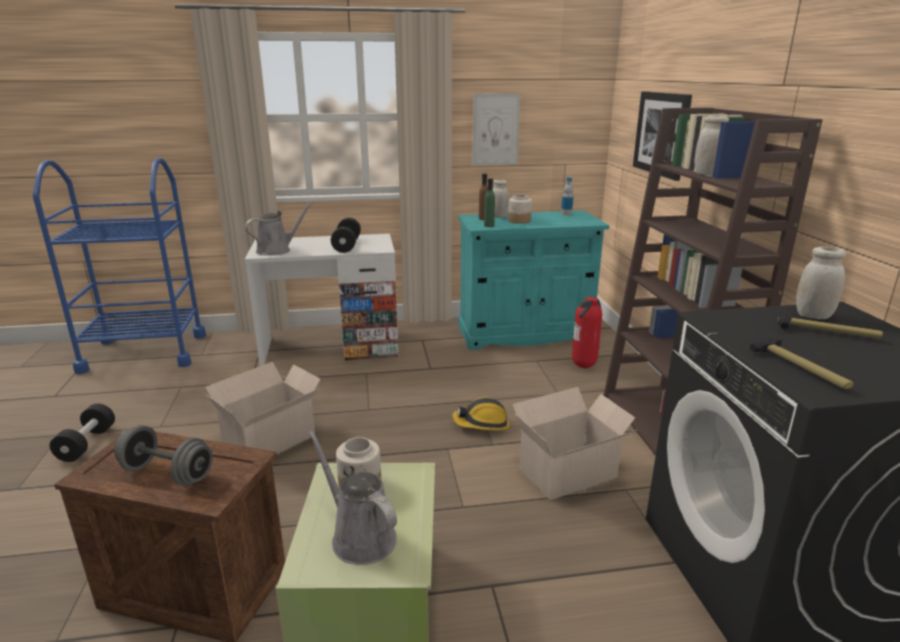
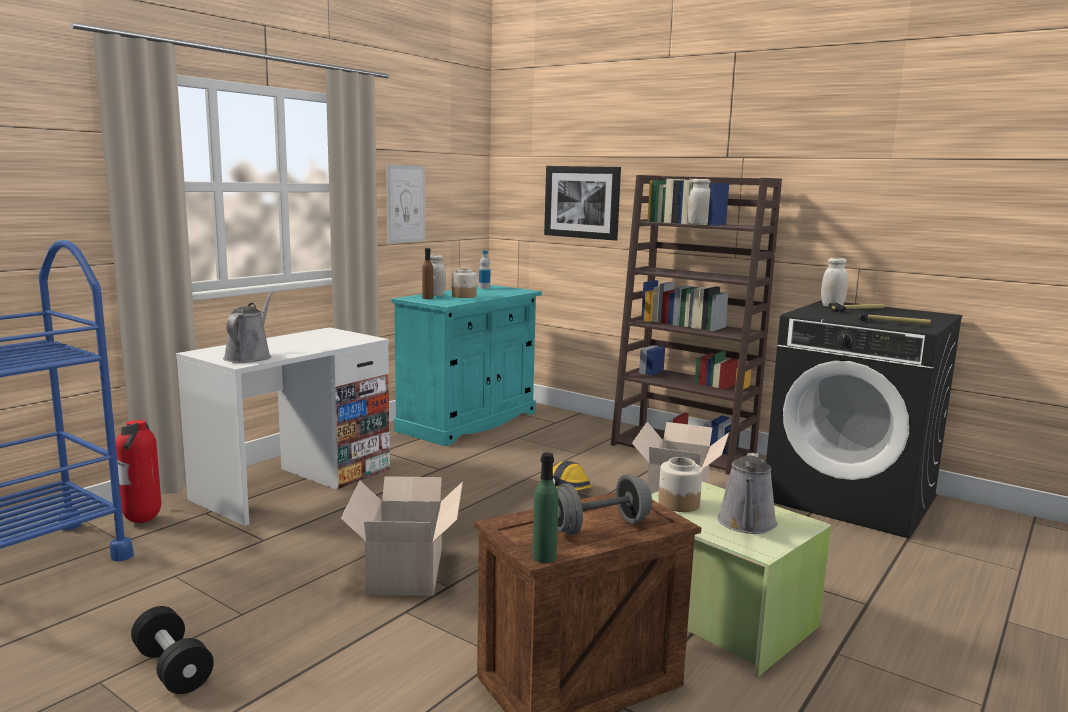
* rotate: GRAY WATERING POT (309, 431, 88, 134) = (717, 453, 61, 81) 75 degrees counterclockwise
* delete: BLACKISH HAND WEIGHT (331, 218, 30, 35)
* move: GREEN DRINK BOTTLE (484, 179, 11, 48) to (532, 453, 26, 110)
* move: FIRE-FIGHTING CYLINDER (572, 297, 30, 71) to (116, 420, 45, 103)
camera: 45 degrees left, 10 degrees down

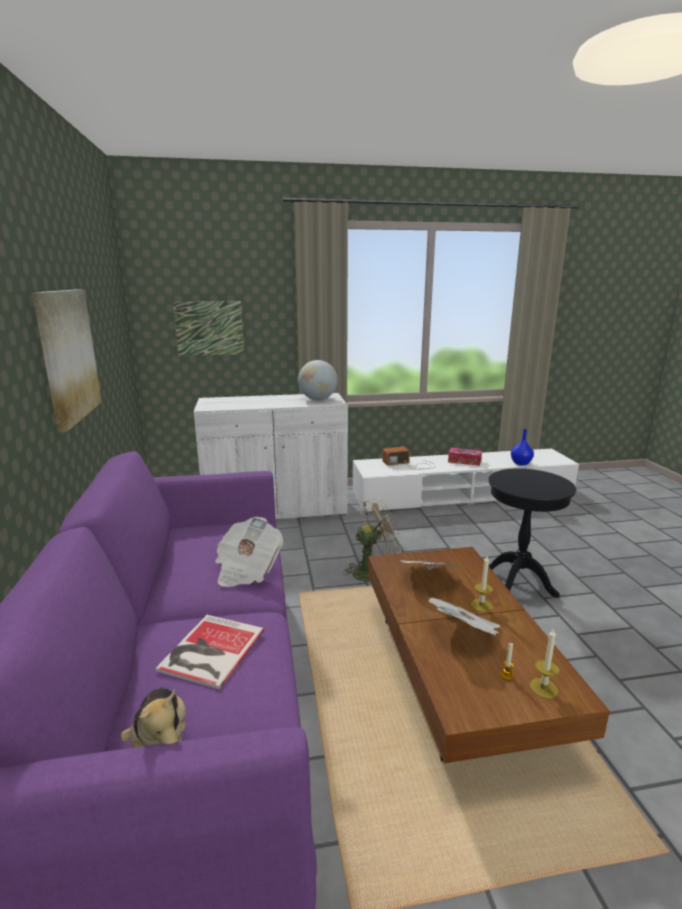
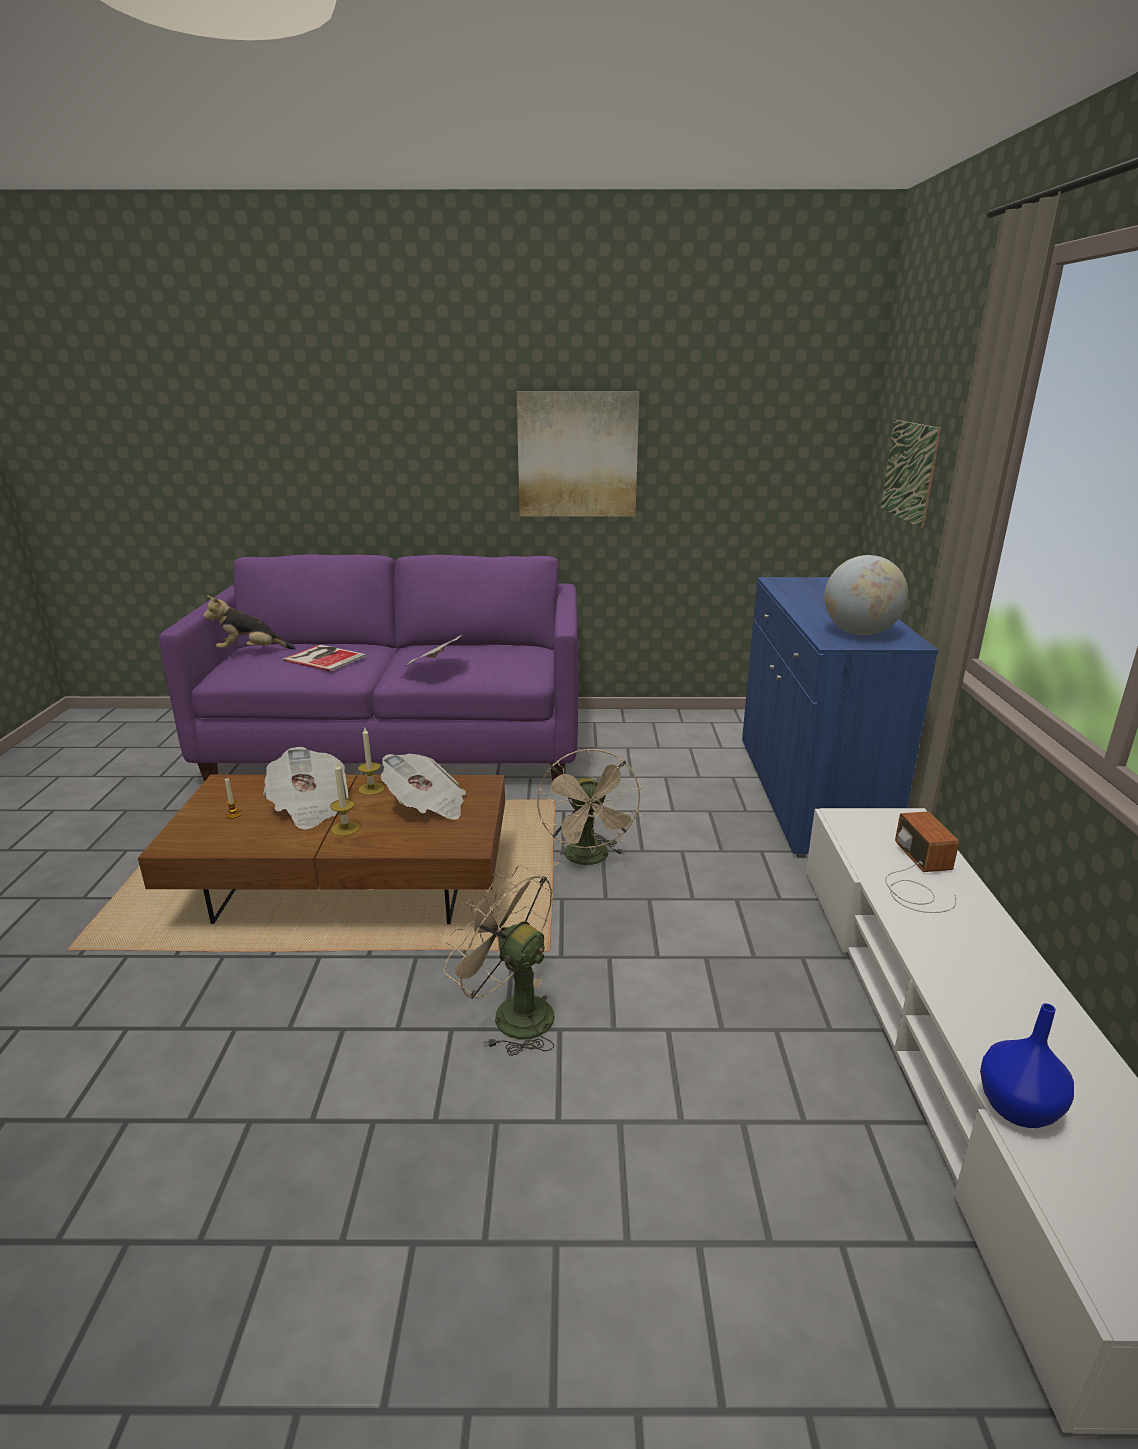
* recolor: WHITISH CABINET (194, 393, 154, 126) to BLUE CABINET (742, 577, 196, 281)
* delete: TISSUE BOX (448, 448, 34, 18)
* replace: BLACKISH SIDE TABLE (488, 468, 88, 130) to BEIGE-COLOURED ELECTRIC FAN (444, 865, 110, 191)
* move: CANDLE (530, 628, 30, 71) to (358, 728, 27, 67)
camera: 100 degrees right, 5 degrees up

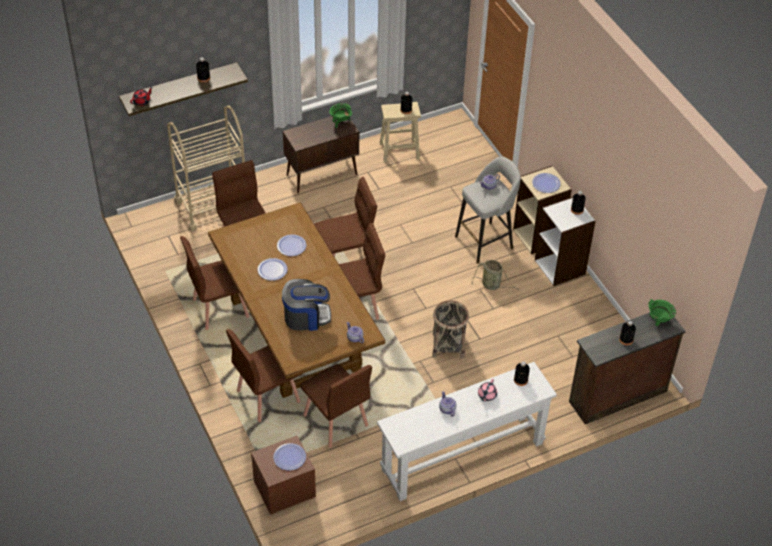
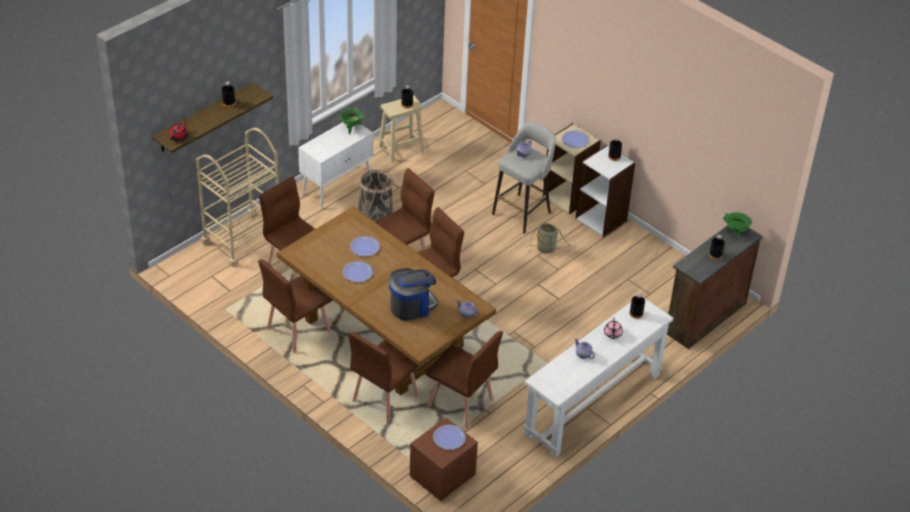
* recolor: BROWN CABINET (283, 116, 76, 78) to WHITISH CABINET (298, 122, 76, 87)
* move: HOUSEHOLD BASKET (432, 300, 37, 59) to (358, 170, 36, 51)
camera: 20 degrees left, 5 degrees down

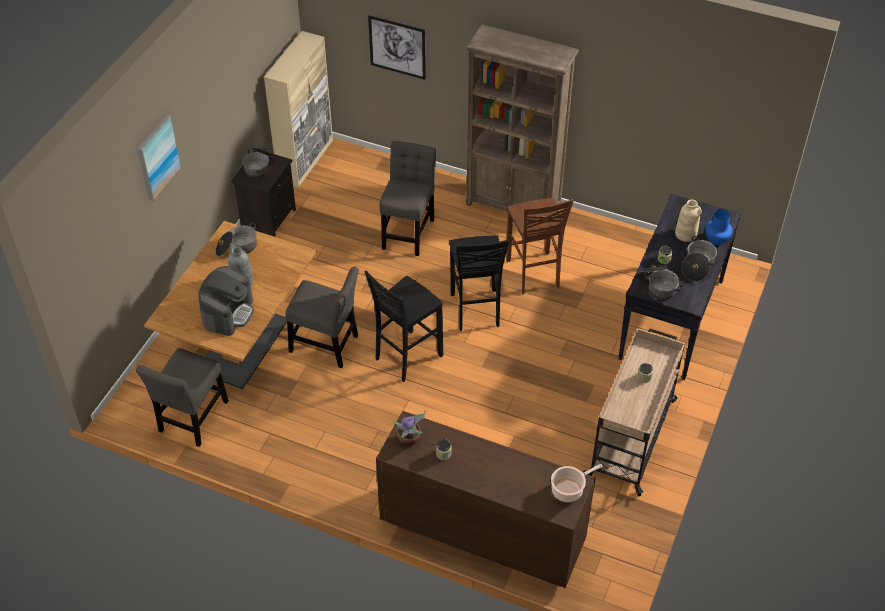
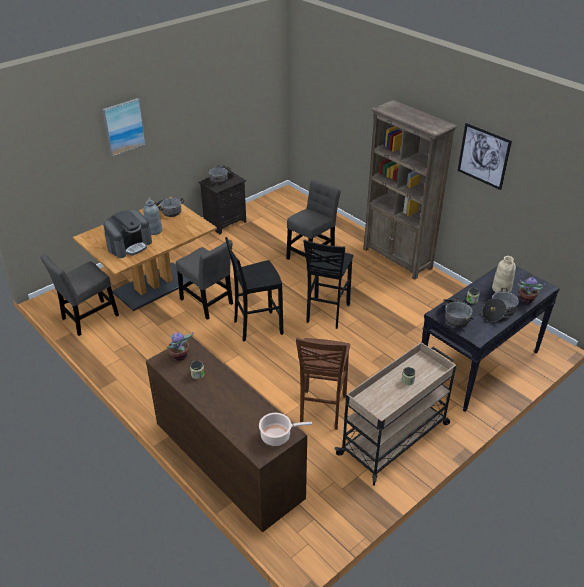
* delete: BEIGE-COLOURED CABINET (264, 31, 69, 156)
* move: WALL PICTURE (368, 15, 58, 65) to (458, 123, 54, 67)
* move: BROWN STOOL (506, 198, 68, 96) to (296, 338, 54, 92)
* replace: BLUE DECORATIVE VASE (705, 209, 28, 36) to POTTED PLANT (518, 276, 27, 27)
camera: 25 degrees right, 10 degrees down

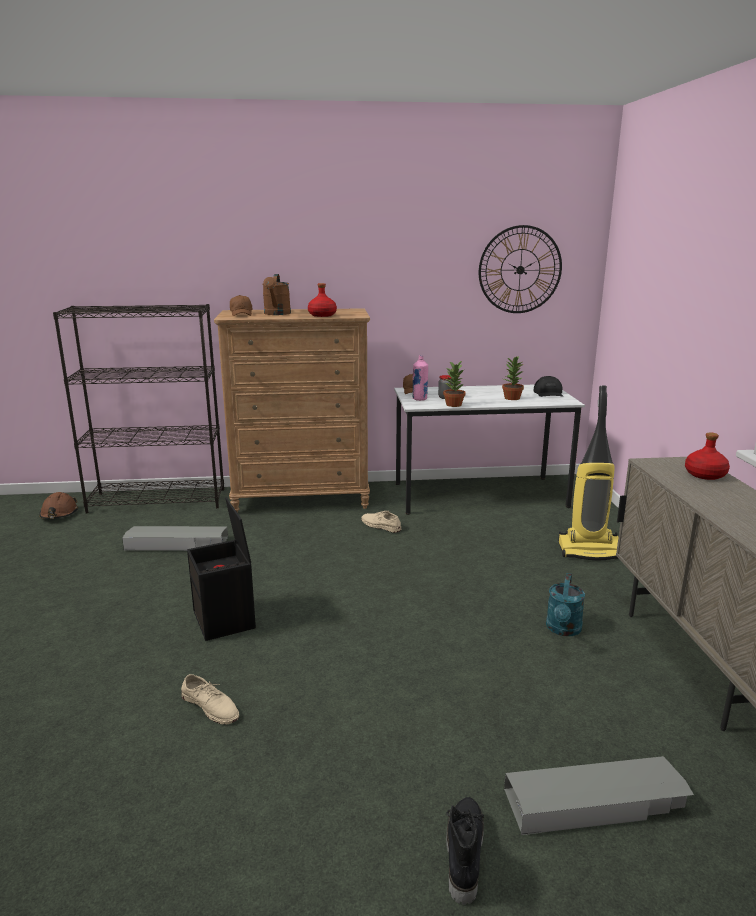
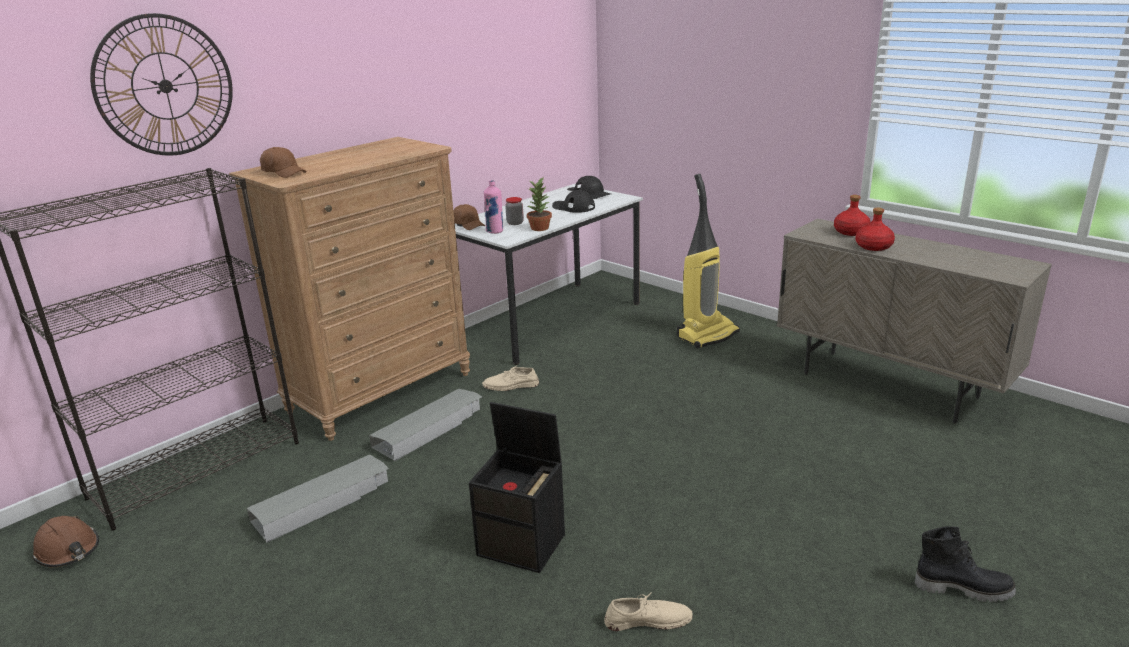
* delete: BROWN WATERING POT (262, 274, 29, 41)
* move: RED DRINK BOTTLE (308, 283, 29, 34) to (855, 208, 40, 43)
* rotate: BLACKISH BOOT (446, 797, 38, 108) = (915, 526, 101, 76) 135 degrees clockwise
* move: CLOCK ON THE WALL (479, 225, 83, 88) to (90, 13, 143, 143)
* replace: POTTED PLANT (502, 355, 22, 45) to BLACKISH BASEBALL CAP (552, 190, 43, 23)
* move: GRAY STORAGE BOX (504, 756, 190, 79) to (369, 389, 113, 72)
* delete: TURQUOISE WATERING POT (546, 573, 39, 63)
camera: 40 degrees left, 5 degrees up

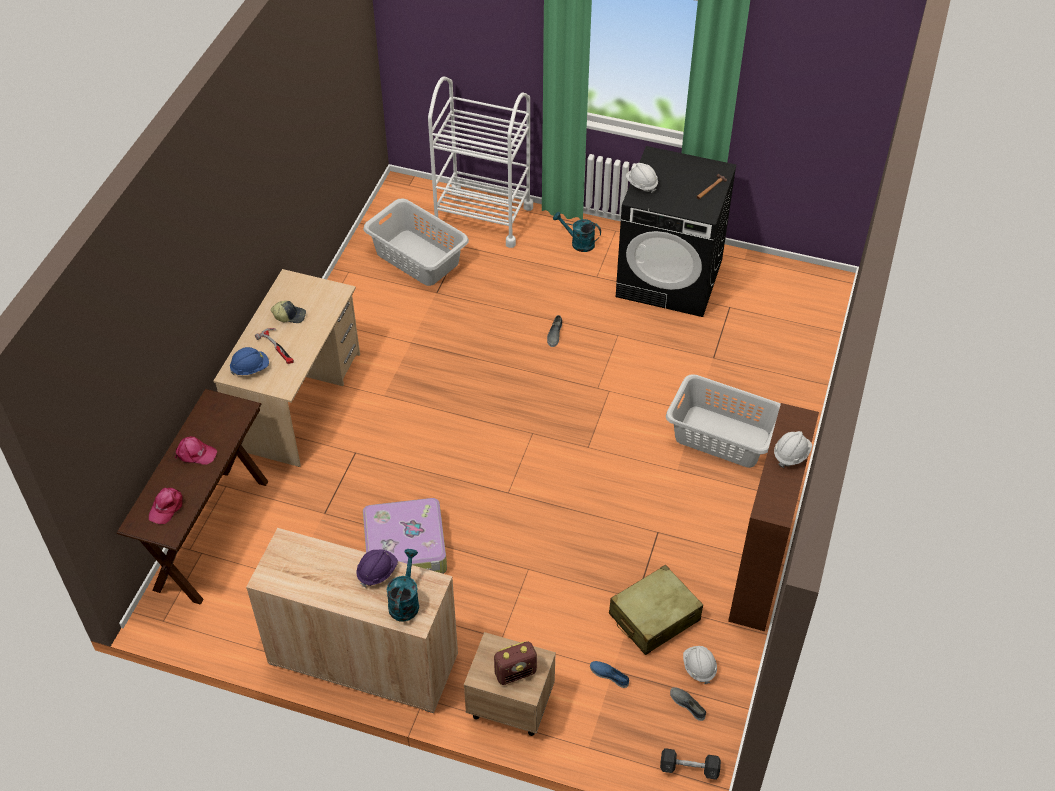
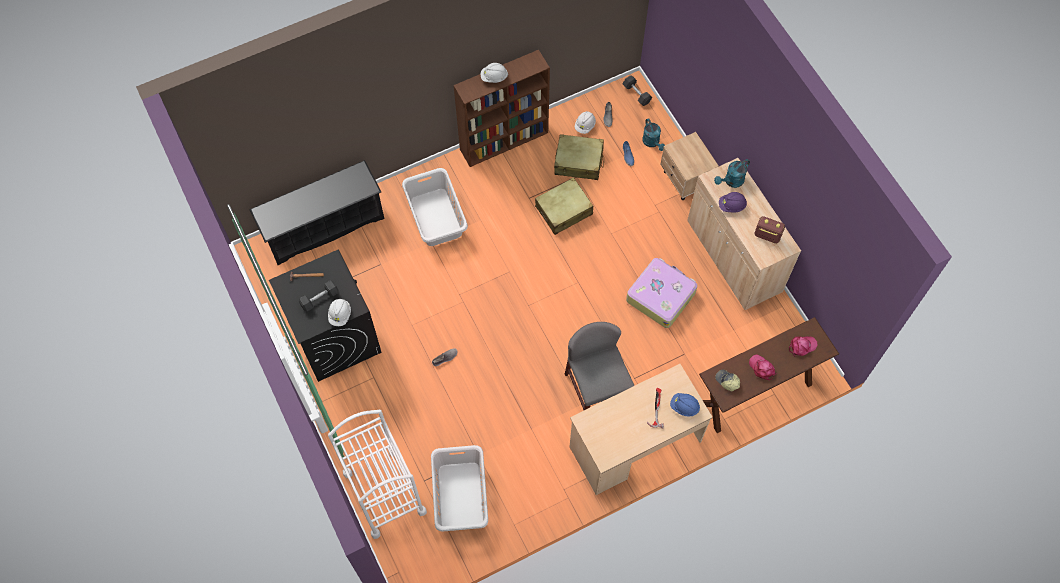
* move: BASEBALL CAP (271, 301, 35, 22) to (715, 369, 25, 22)
* move: RADIO RECEIVER (494, 641, 43, 44) to (755, 216, 30, 28)
* move: TURQUOISE WATERING POT (553, 212, 48, 40) to (643, 118, 22, 33)
* insert: BLACKISH SHOE STAND (249, 160, 135, 105)
* insert: GRAY HAND WEIGHT (299, 280, 40, 31)
* insert: BEIGE-COLOURED TRAVEL CASE (535, 177, 58, 58)
* insert: GRAY CHAIR (565, 322, 69, 88)
camera: 135 degrees left, 15 degrees up

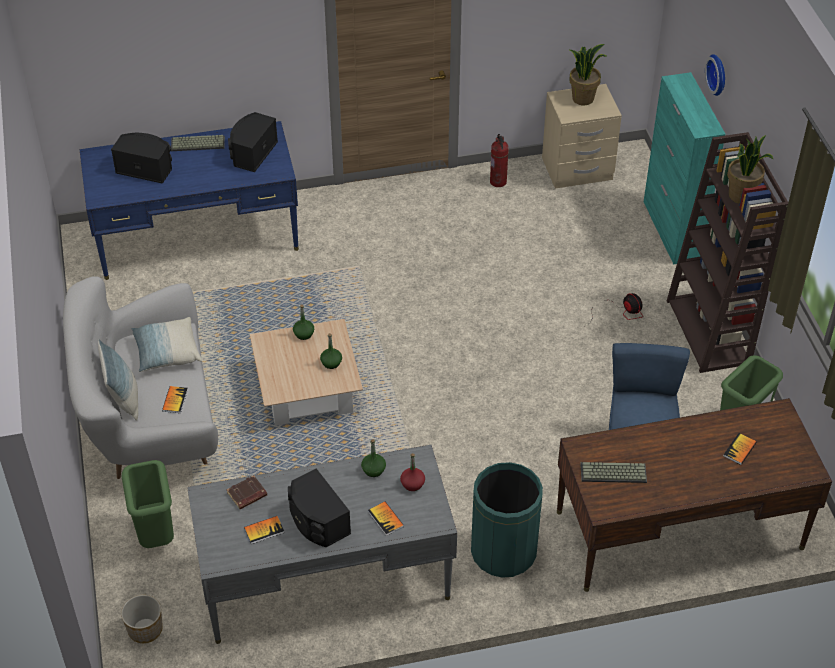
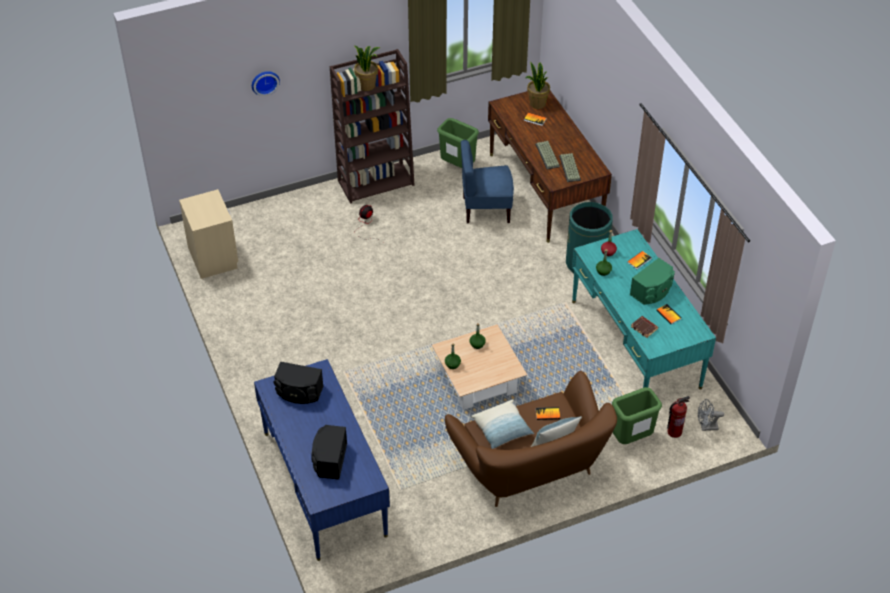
* recolor: WHITISH SETTEE (63, 276, 155, 203) to BROWN SETTEE (445, 371, 172, 136)
* replace: PLANT POT (121, 595, 42, 48) to GRAY ELECTRIC FAN (698, 399, 26, 32)
* move: COMPUTER KEYBOARD (171, 135, 54, 16) to (535, 141, 25, 28)
* recolor: GRAY DESK UNIT (187, 445, 270, 199) to TURQUOISE DESK UNIT (572, 229, 144, 160)
* recolor: BLACKISH AUDIO SPEAKER (288, 468, 63, 79) to GREEN AUDIO SPEAKER (630, 258, 45, 47)
* move: FIRE-FIGHTING CYLINDER (490, 134, 19, 53) to (667, 396, 23, 42)
* move: POTTED PLANT (569, 44, 39, 61) to (526, 62, 24, 47)
* delete: TURQUOISE CABINET (644, 72, 81, 192)
camera: 100 degrees left, 0 degrees up

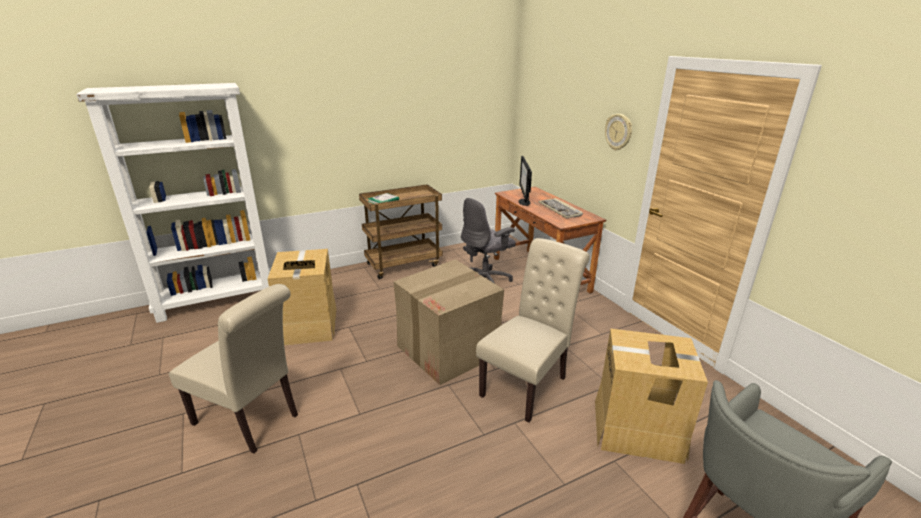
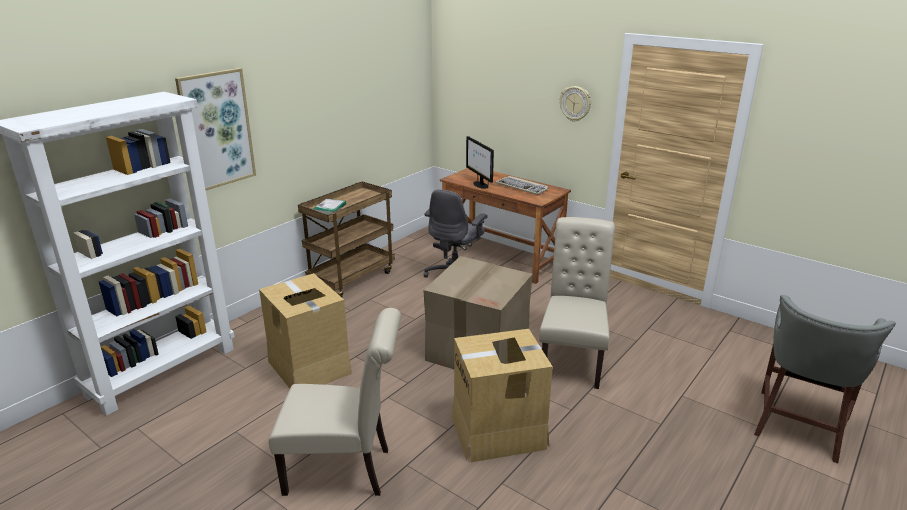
* move: CARDBOARD BOX (595, 328, 113, 136) to (451, 329, 102, 134)
* insert: WALL PICTURE (175, 68, 81, 122)
camera: 25 degrees left, 0 degrees up

